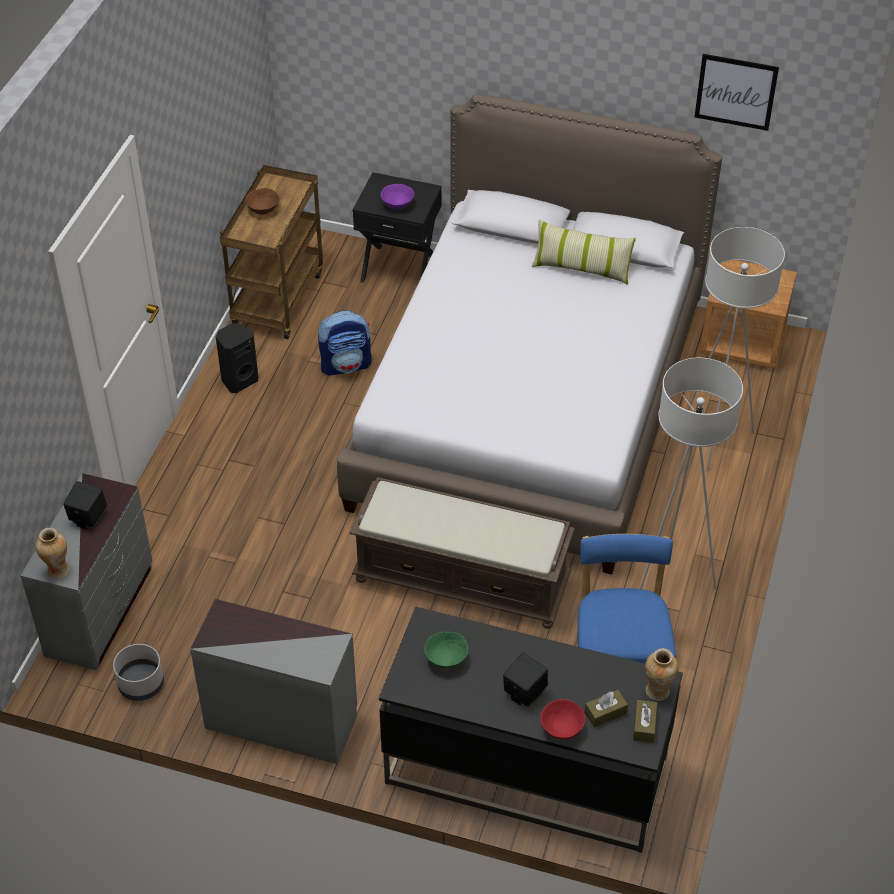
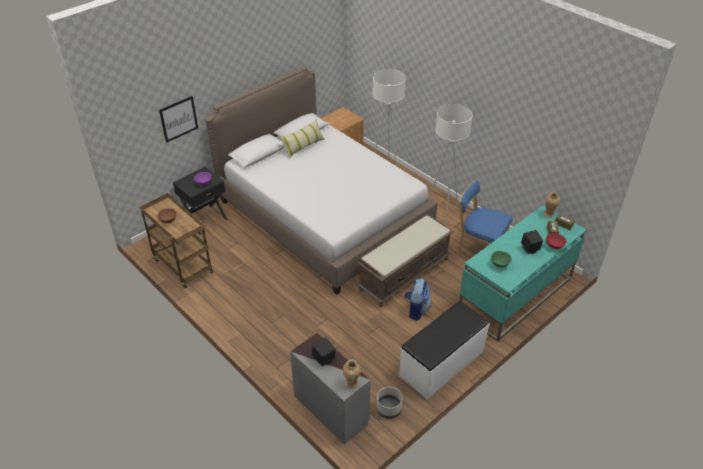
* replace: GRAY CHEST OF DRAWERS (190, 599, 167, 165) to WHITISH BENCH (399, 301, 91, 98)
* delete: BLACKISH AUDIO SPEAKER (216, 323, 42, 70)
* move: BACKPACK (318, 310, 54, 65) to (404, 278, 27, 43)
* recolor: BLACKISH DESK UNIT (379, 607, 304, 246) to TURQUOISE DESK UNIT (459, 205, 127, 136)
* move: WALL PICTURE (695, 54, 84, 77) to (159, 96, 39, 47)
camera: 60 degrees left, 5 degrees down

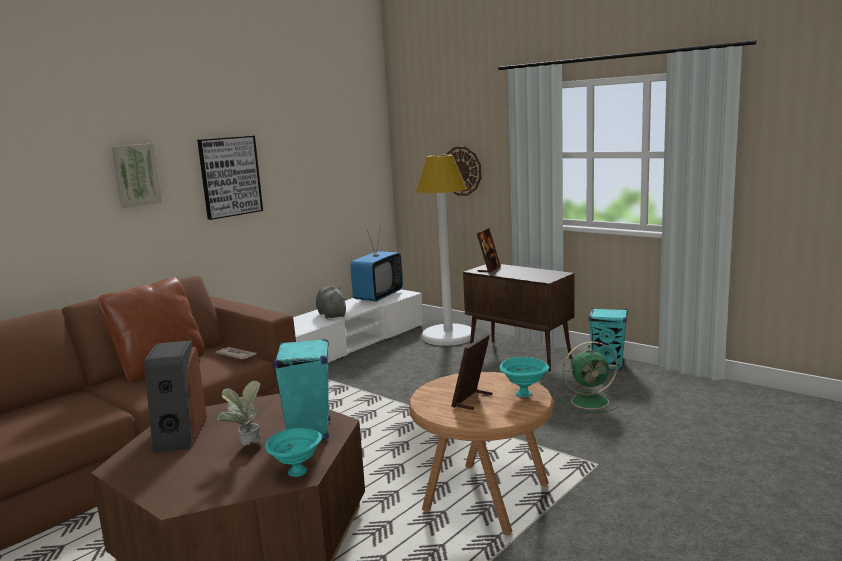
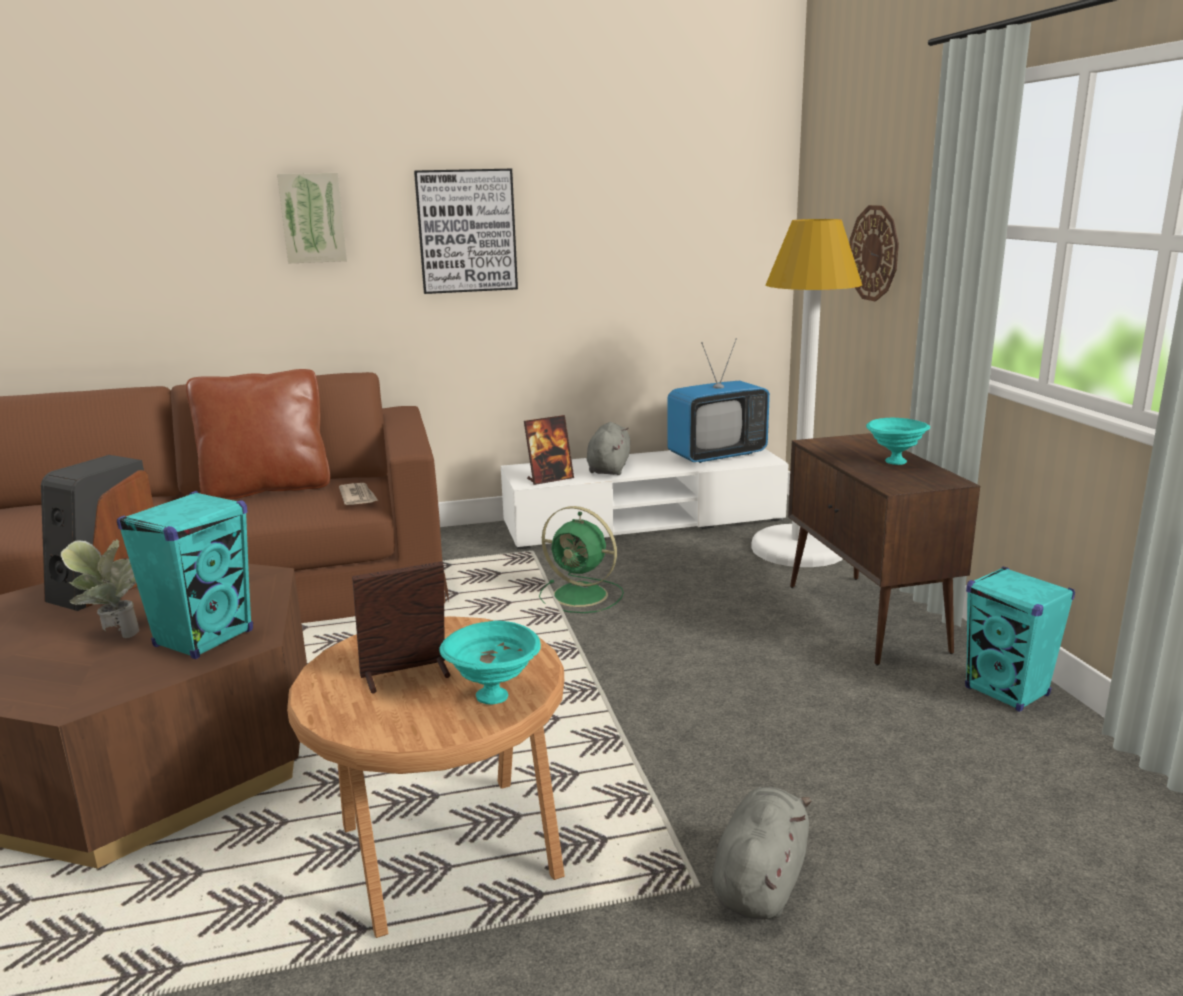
* move: TURQUOISE DEEP DISH (265, 428, 57, 49) to (866, 418, 64, 47)
* move: STANDING FRAME (477, 228, 24, 45) to (524, 415, 50, 70)
* move: GREEN ELECTRIC FAN (559, 341, 61, 72) to (539, 506, 85, 107)
* insert: GRAY CUDDLY TOY (712, 787, 99, 133)
camera: 35 degrees right, 5 degrees up

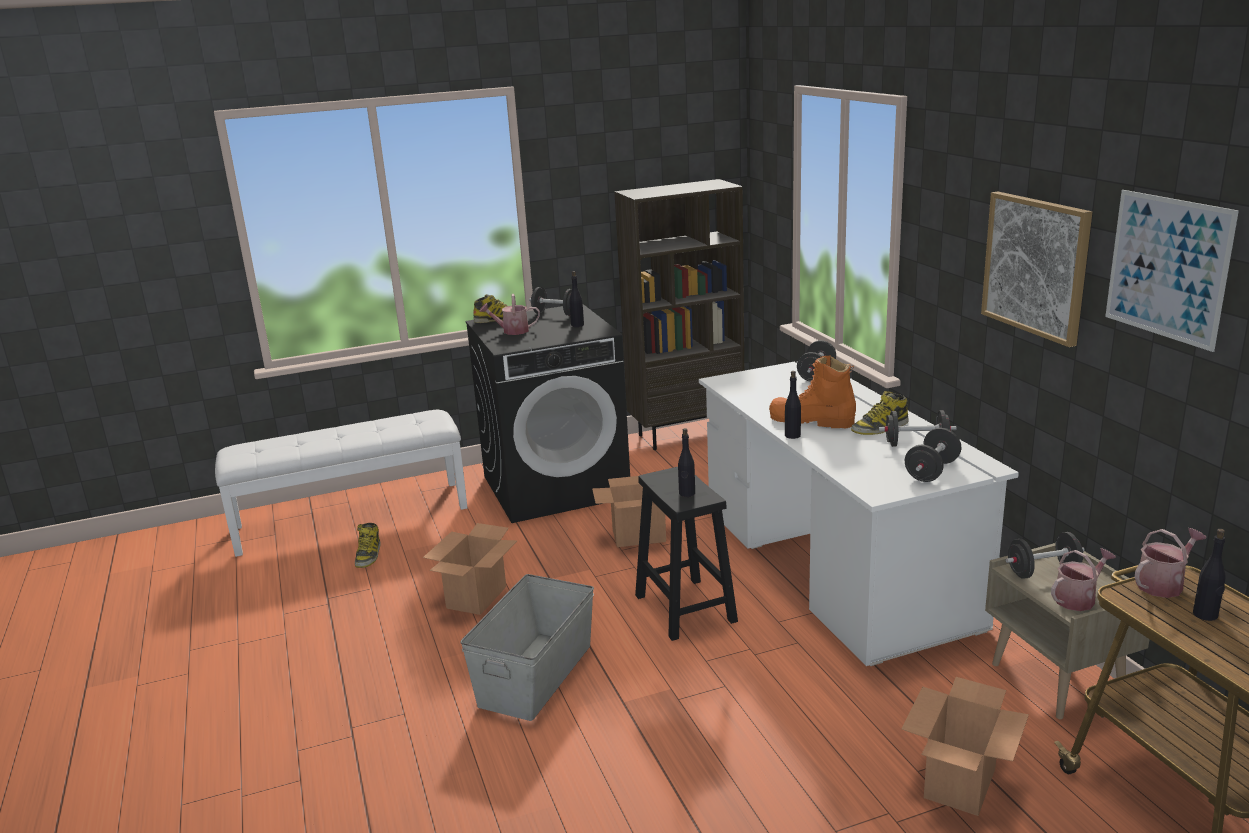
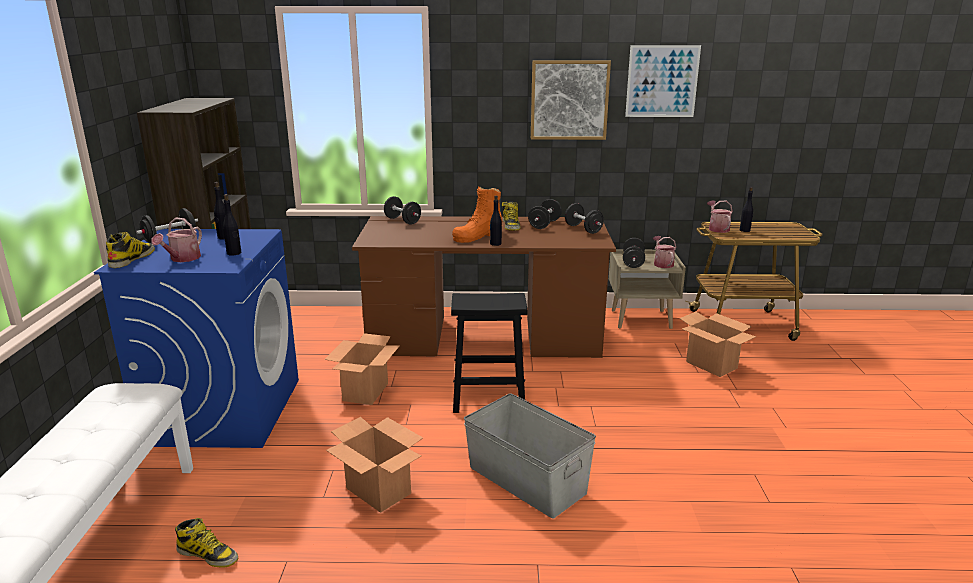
* recolor: BLACKISH LAUNDRY MACHINE (466, 304, 164, 219) to BLUE LAUNDRY MACHINE (94, 229, 205, 219)
* move: BLACKISH DRINK BOTTLE (678, 428, 17, 69) to (223, 194, 18, 62)
* recolor: WHITISH DESK UNIT (699, 361, 320, 305) to BROWN DESK UNIT (352, 216, 264, 142)
camera: 70 degrees left, 0 degrees up

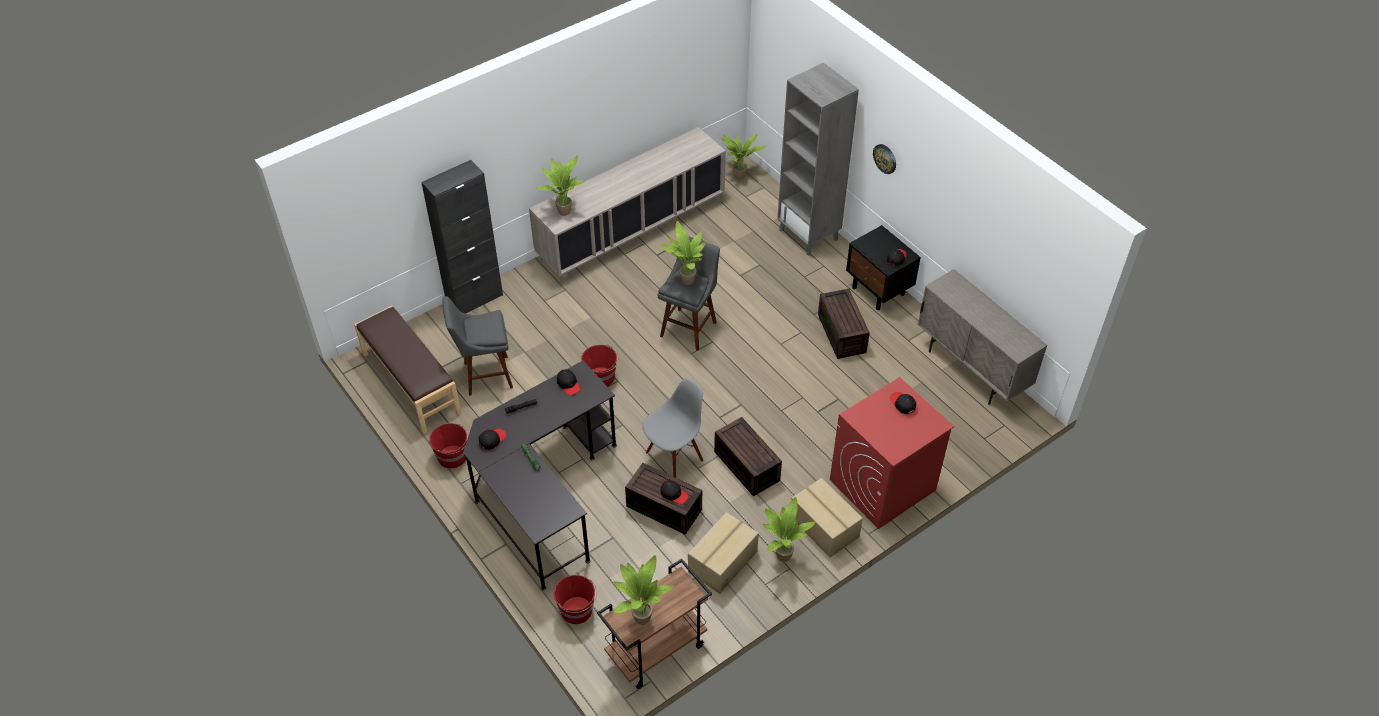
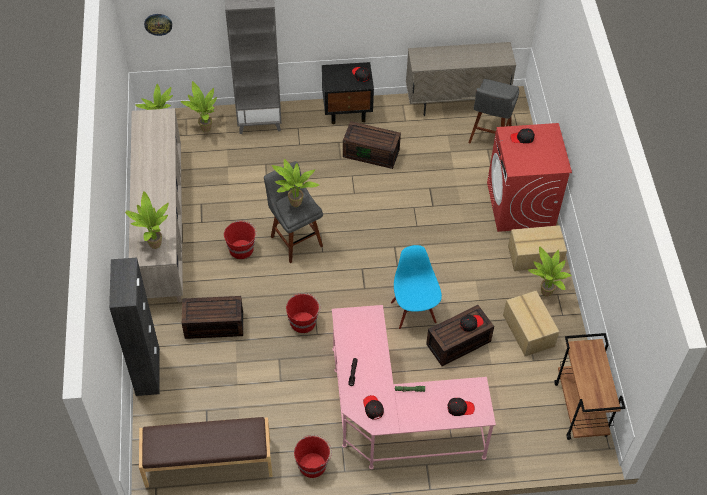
* move: GRAY STOOL (442, 296, 71, 100) to (468, 79, 51, 64)
* recolor: BLACKISH DESK UNIT (463, 361, 154, 230) to PINK-COLOURED DESK UNIT (332, 305, 164, 164)
* move: RED BUCKET (554, 575, 43, 49) to (224, 220, 33, 39)
* move: BLACKISH BASEBALL CAP (557, 369, 24, 26) to (447, 398, 28, 18)
* move: POTTED PLANT (613, 555, 61, 70) to (180, 81, 37, 51)
* recolor: GRAY CHAIR (642, 378, 61, 100) to BLUE CHAIR (391, 245, 51, 84)
* move: BROWN STORAGE BOX (714, 417, 68, 79) to (182, 296, 61, 43)
* move: CLOCK ON THE WALL (873, 144, 23, 30) to (144, 14, 28, 22)
camera: 60 degrees left, 5 degrees up

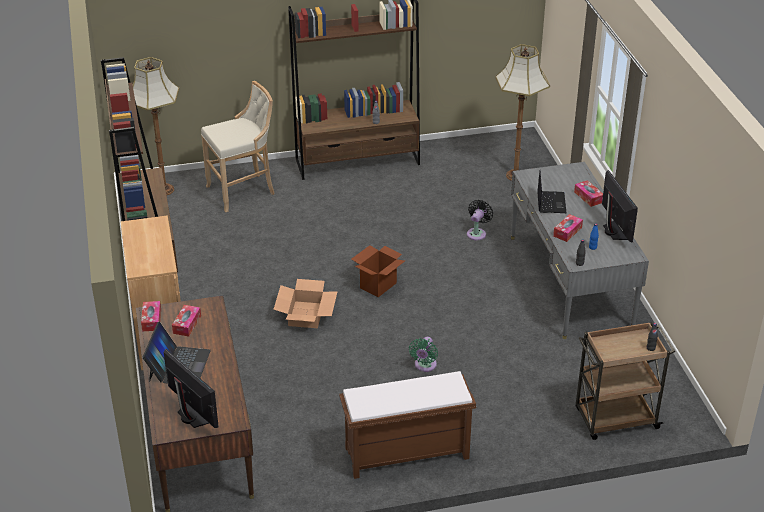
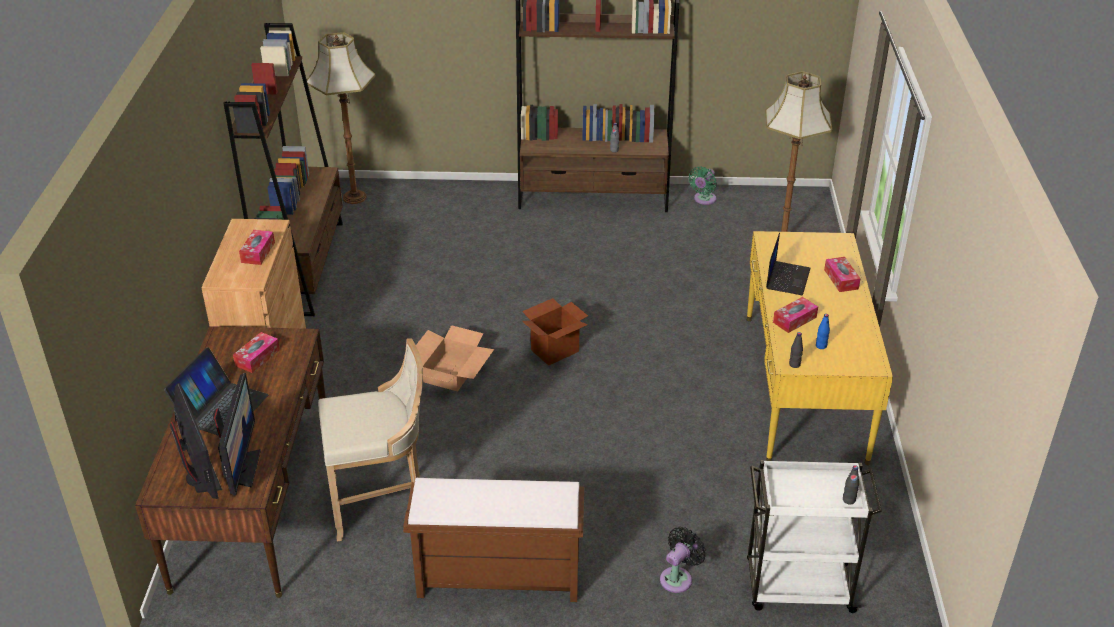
* move: TISSUE BOX (141, 301, 20, 30) to (239, 230, 36, 35)
* move: BEIGE-COLOURED STOOL (201, 81, 73, 131) to (318, 338, 105, 203)
* move: GREEN ELECTRIC FAN (409, 337, 29, 35) to (689, 166, 28, 39)
* move: BLACKISH ELECTRIC FAN (467, 200, 26, 40) to (660, 527, 46, 66)
* recolor: GRAY DESK UNIT (511, 162, 138, 177) to YELLOW DESK UNIT (747, 231, 146, 234)
* recolor: BROWN WHEELED CART (575, 322, 100, 118) to WHITISH WHEELED CART (747, 460, 135, 153)
* move: MONITOR (602, 170, 36, 72) to (213, 373, 48, 122)
camera: 15 degrees right, 0 degrees up

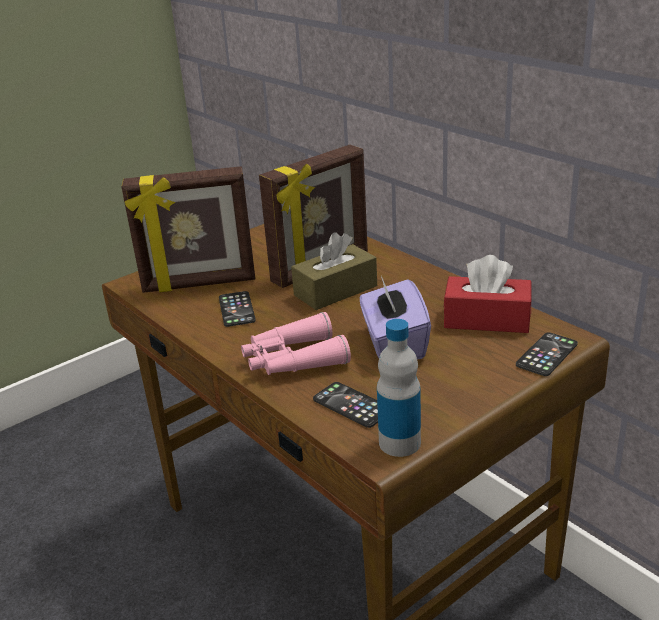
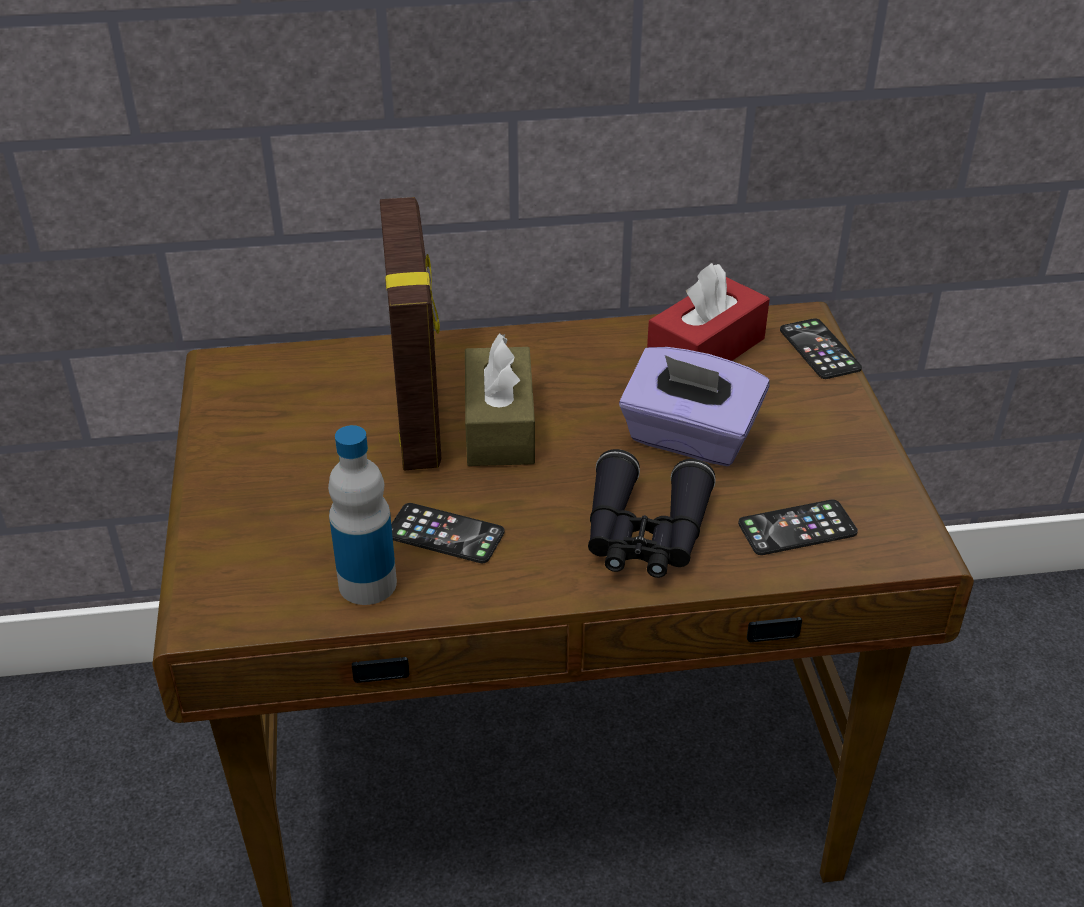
* delete: STANDING FRAME (121, 166, 134, 127)
* recolor: PINK-COLOURED PAIR OF BINOCULARS (241, 312, 110, 63) to BLACKISH PAIR OF BINOCULARS (588, 449, 128, 129)
* move: DRINK BOTTLE (377, 319, 44, 138) to (328, 425, 69, 180)
camera: 60 degrees left, 10 degrees up

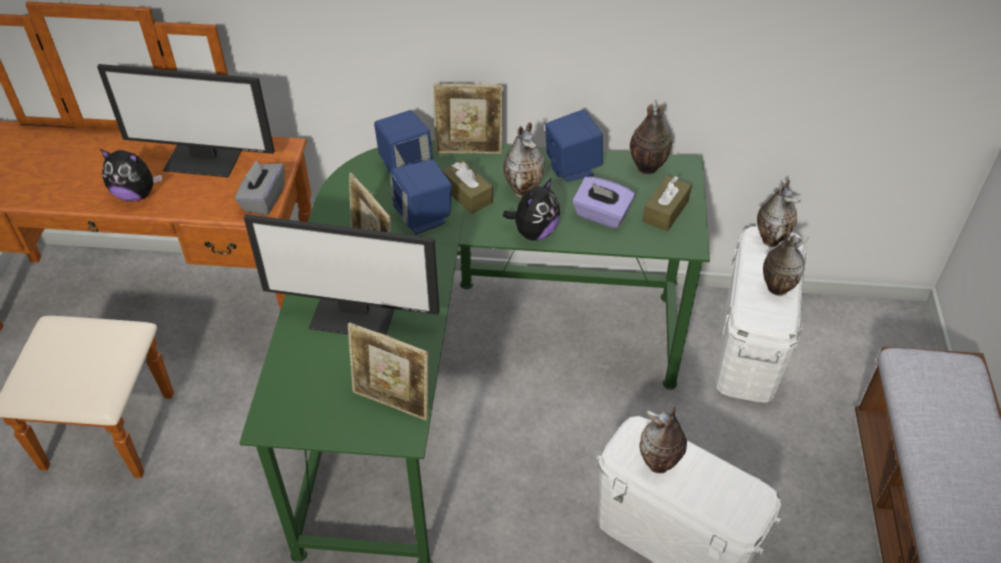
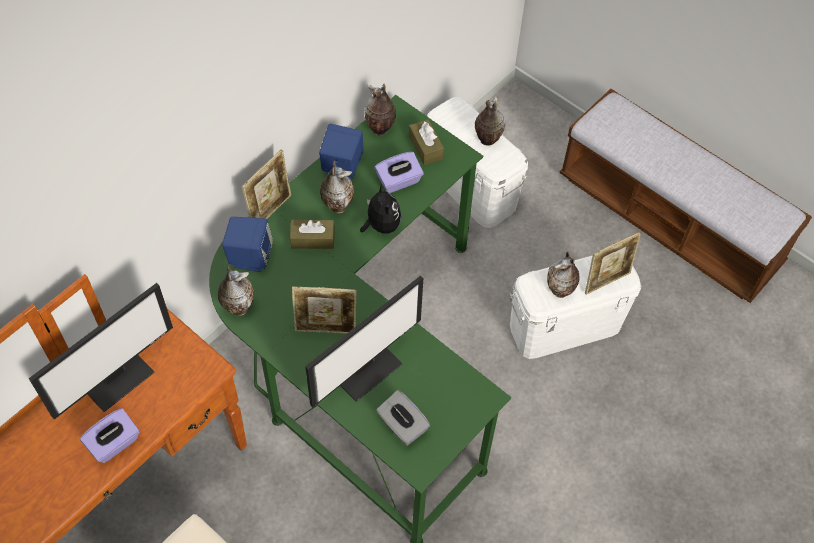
* replace: CUDDLY TOY (100, 149, 62, 53) to PURPLE TISSUE BOX (80, 408, 60, 55)
* move: GRAY TISSUE BOX (235, 160, 50, 55) to (376, 390, 54, 56)
* move: STANDING FRAME (348, 322, 81, 99) to (585, 232, 56, 63)
* delete: BLUE AUDIO SPEAKER (391, 160, 61, 74)
* move: DECORATIVE VASE (757, 180, 44, 67) to (218, 265, 36, 51)
camera: 55 degrees left, 10 degrees up

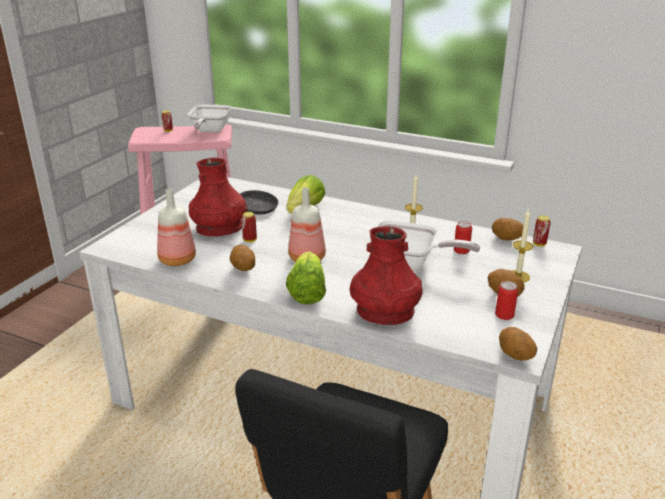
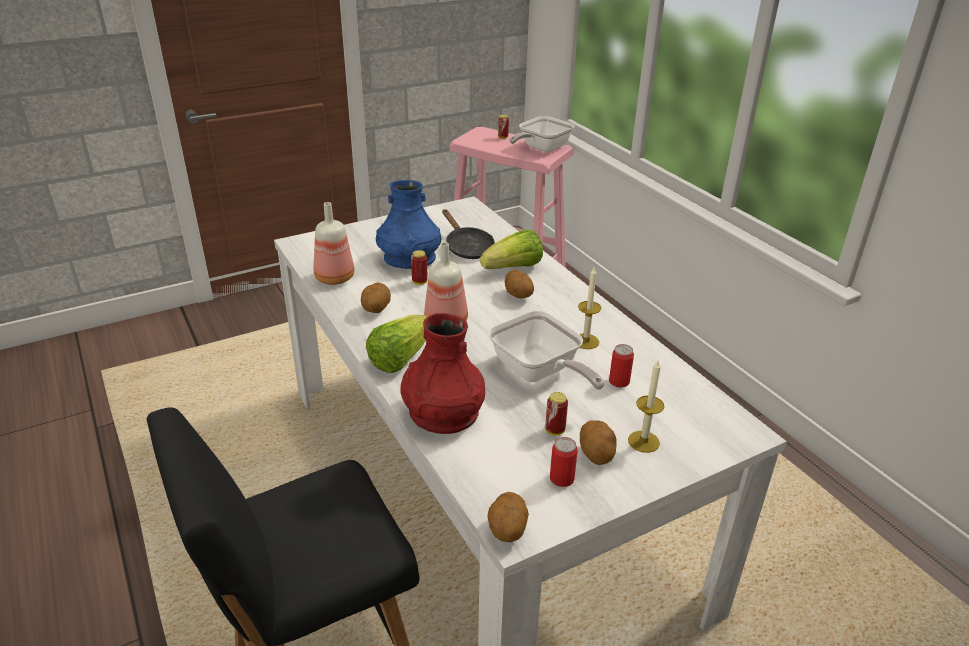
* recolor: RED DECORATIVE VASE (189, 158, 58, 79) to BLUE DECORATIVE VASE (376, 180, 65, 89)
* move: POTATO (492, 218, 31, 22) to (505, 270, 29, 28)
* move: SEALED CAN (533, 216, 17, 30) to (545, 392, 23, 43)
camera: 35 degrees right, 5 degrees up

